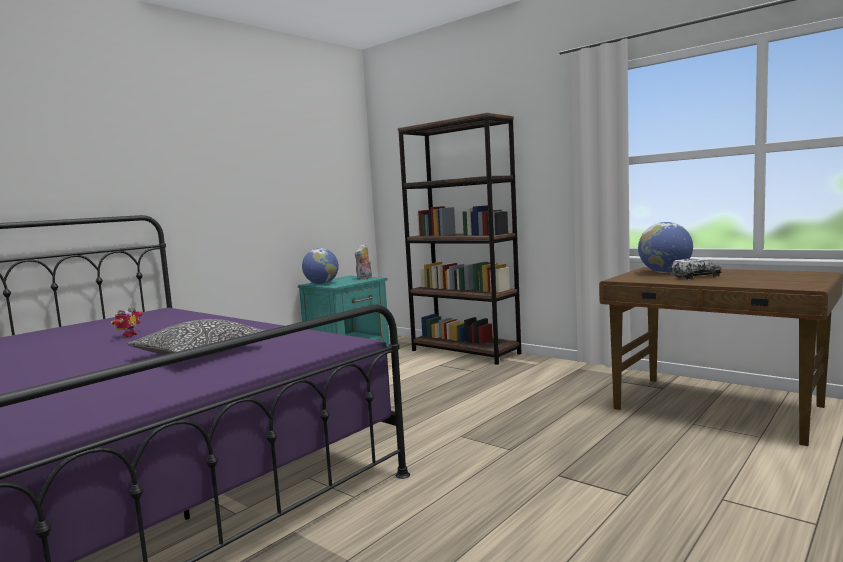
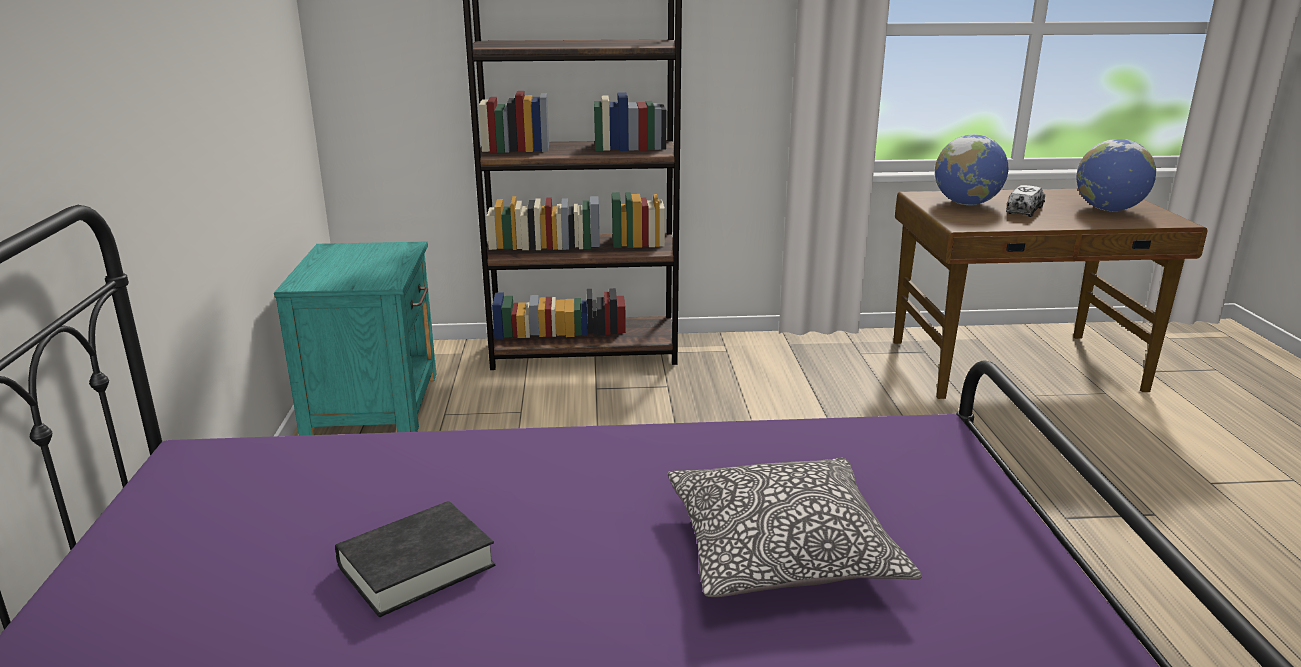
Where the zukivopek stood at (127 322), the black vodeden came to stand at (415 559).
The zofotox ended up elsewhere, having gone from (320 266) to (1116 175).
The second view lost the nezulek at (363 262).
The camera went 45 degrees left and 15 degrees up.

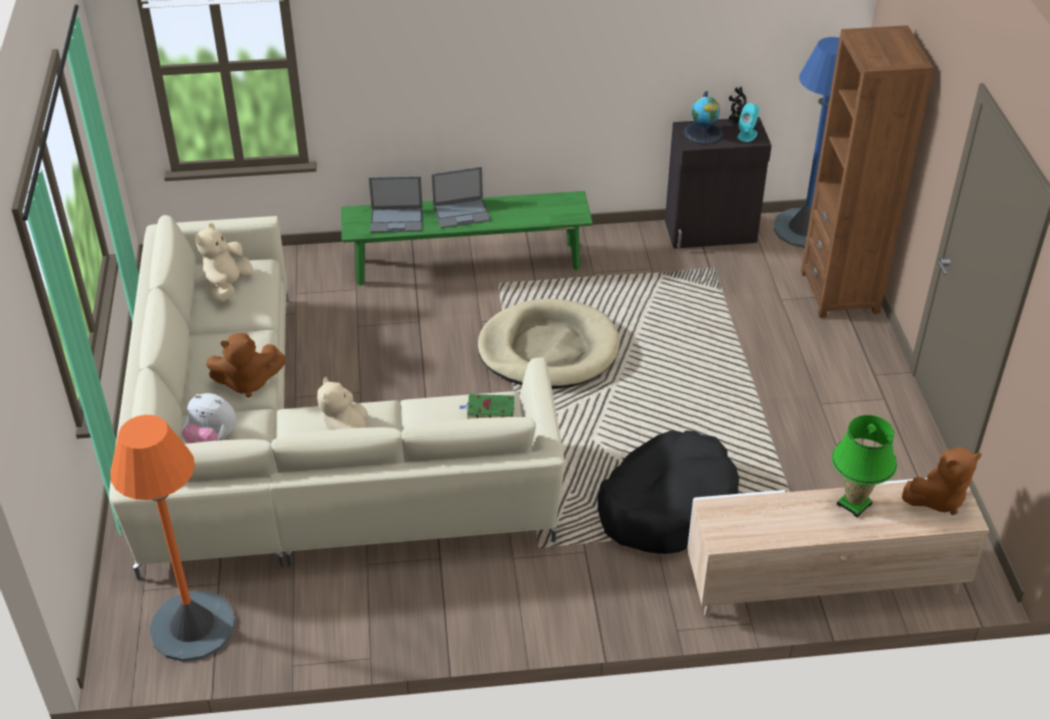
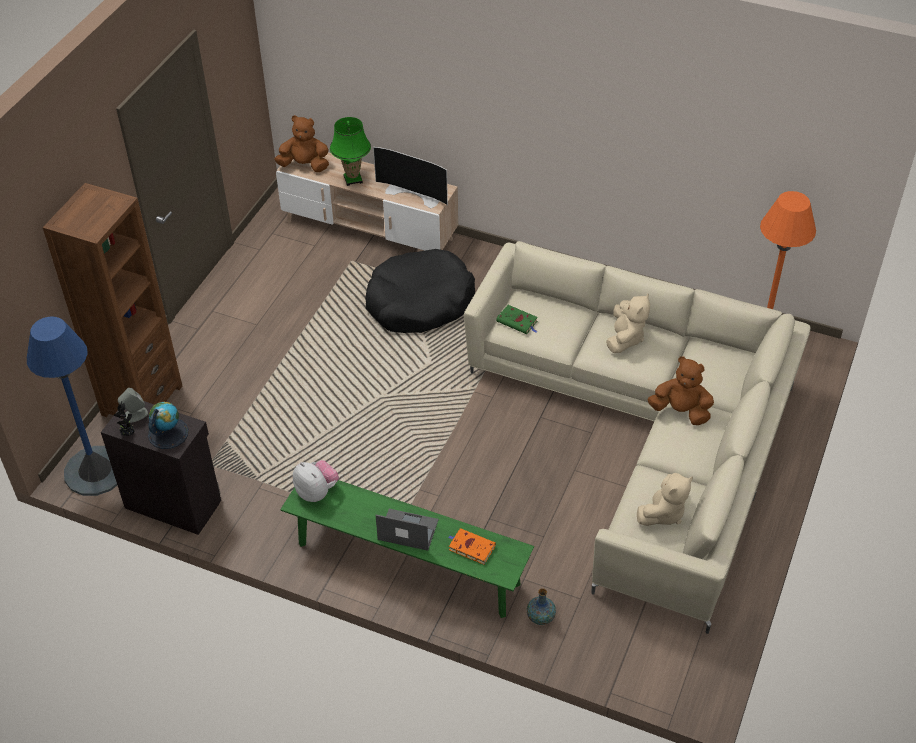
What was the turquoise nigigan at (748 122) turned into the grey nigigan at (133 405).
The nezulek ended up elsewhere, having gone from (209 418) to (316 481).
The second view gained the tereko at (410 177).
Where the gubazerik stood at (396 204), the orange vodeden came to stand at (472 546).
The second view gained the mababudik at (541 606).
The second view lost the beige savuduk at (549 344).
The camera went 150 degrees left and 5 degrees up.

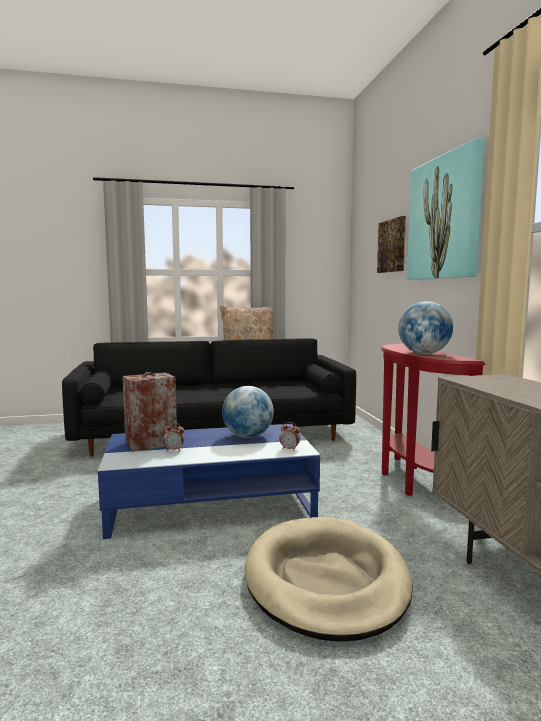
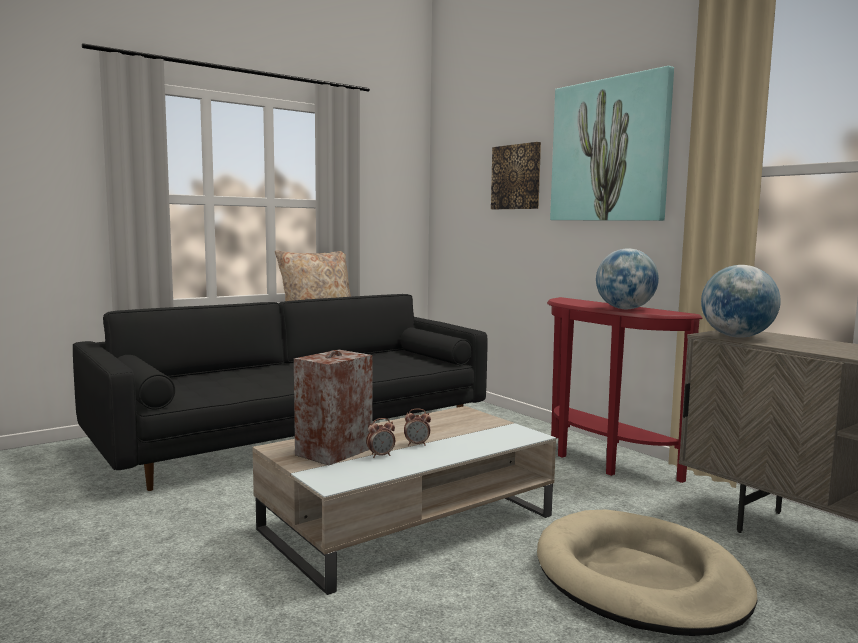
What was the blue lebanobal at (209 481) turned into the beige lebanobal at (404 500).
The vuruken ended up elsewhere, having gone from (289 436) to (417 427).
The zofotox ended up elsewhere, having gone from (248 412) to (741 301).
The camera went 25 degrees left and 0 degrees up.

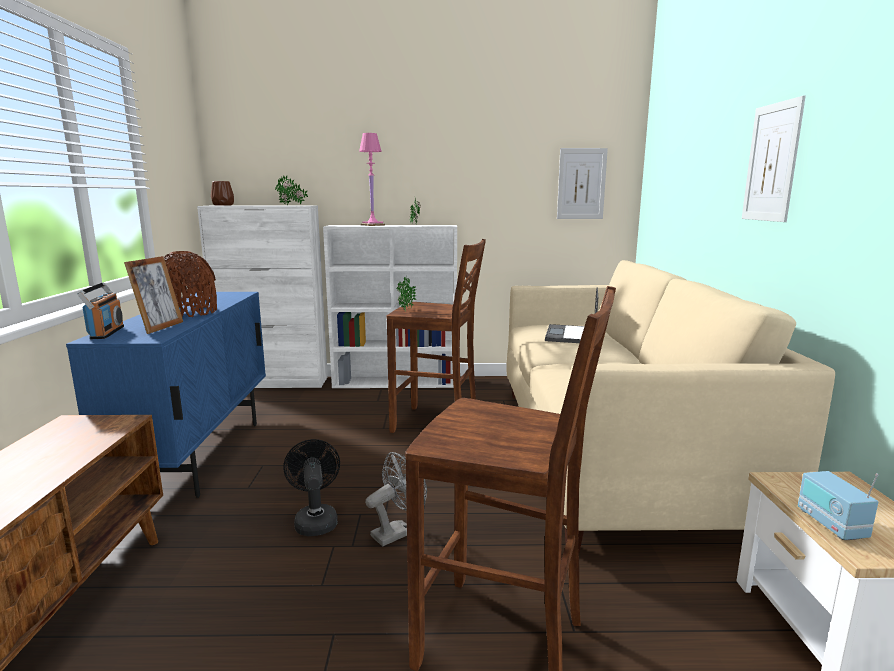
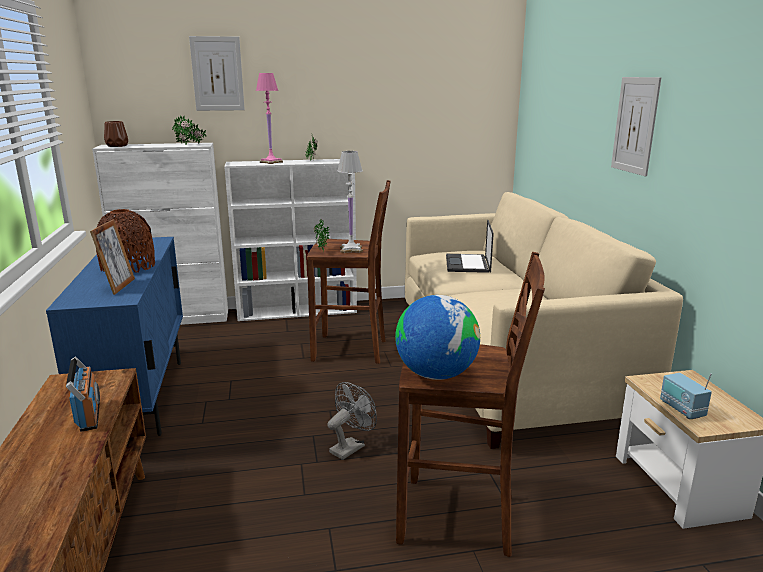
The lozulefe ended up elsewhere, having gone from (100 310) to (83 394).
The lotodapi ended up elsewhere, having gone from (582 183) to (217 73).
The second view gained the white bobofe at (350 202).
The second view gained the zofotox at (437 337).
The second view lost the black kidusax at (311 487).
The camera went 10 degrees left and 5 degrees up.

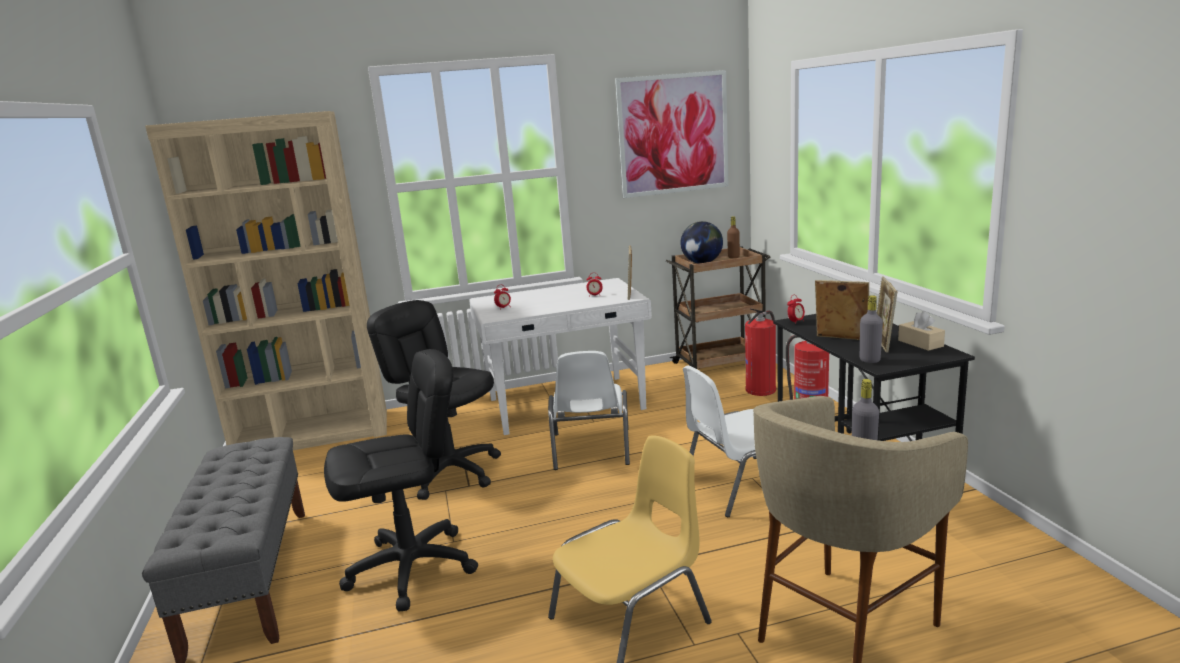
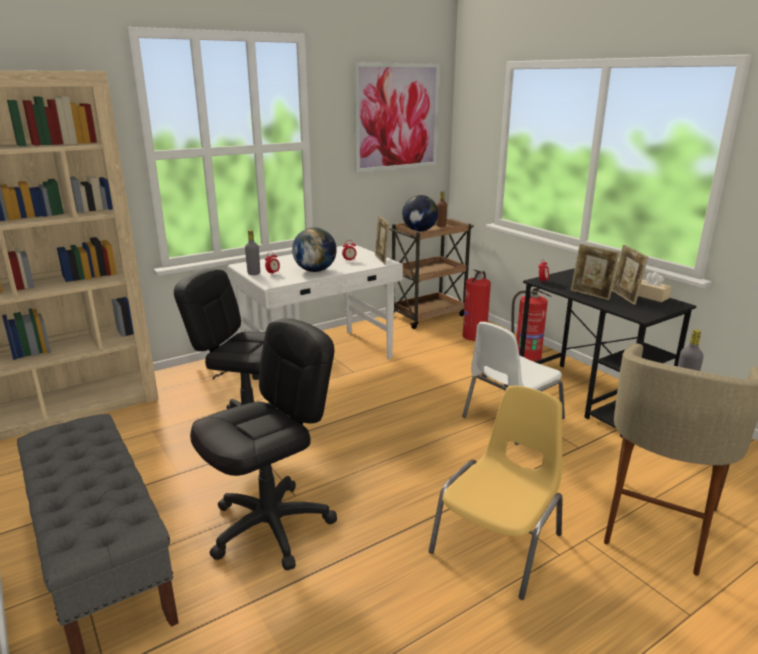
The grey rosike ended up elsewhere, having gone from (871 329) to (252 252).
The second view gained the zofotox at (314 249).
The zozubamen at (842 310) ended up facing another way, 150 degrees counterclockwise from before.
The second view lost the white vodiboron at (589 410).
The camera went 20 degrees left and 5 degrees up.

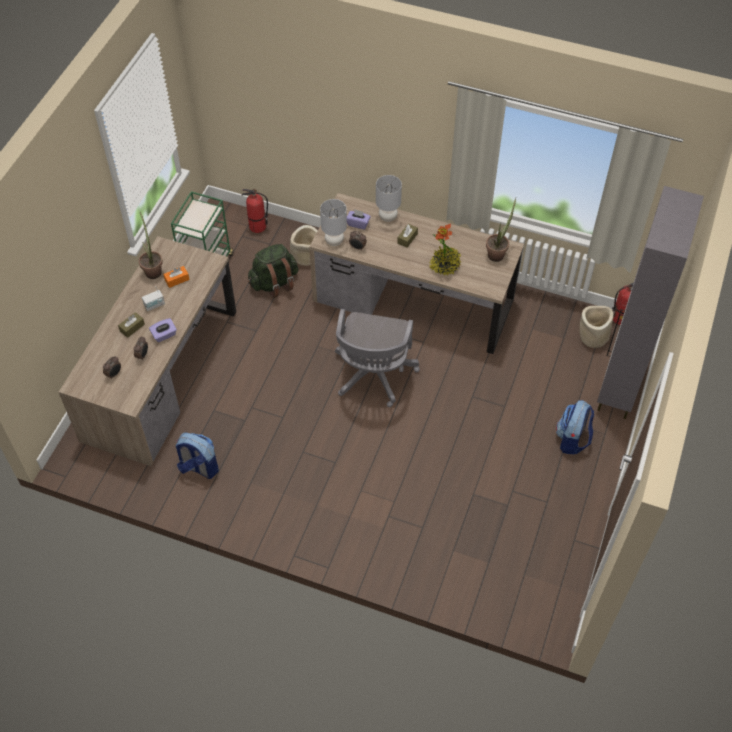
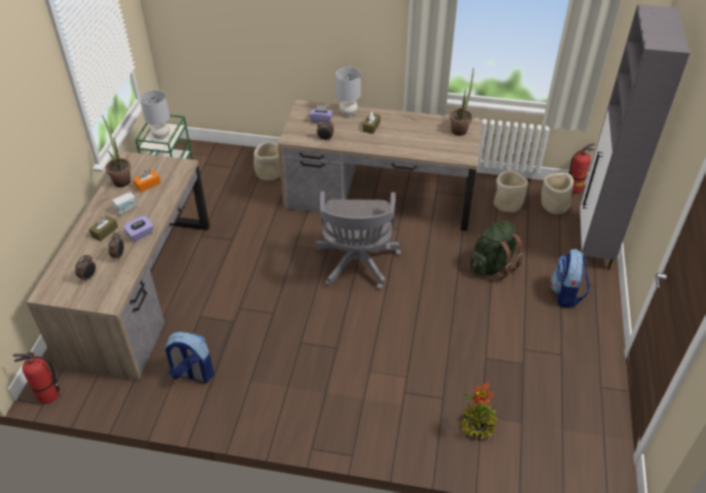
The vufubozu ended up elsewhere, having gone from (255 211) to (36 378).
The grey bobofe ended up elsewhere, having gone from (333 222) to (155 114).
The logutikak ended up elsewhere, having gone from (445 249) to (479 410).
The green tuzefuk ended up elsewhere, having gone from (273 271) to (496 250).
The second view gained the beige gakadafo at (511 191).
The camera went 10 degrees left and 10 degrees down.

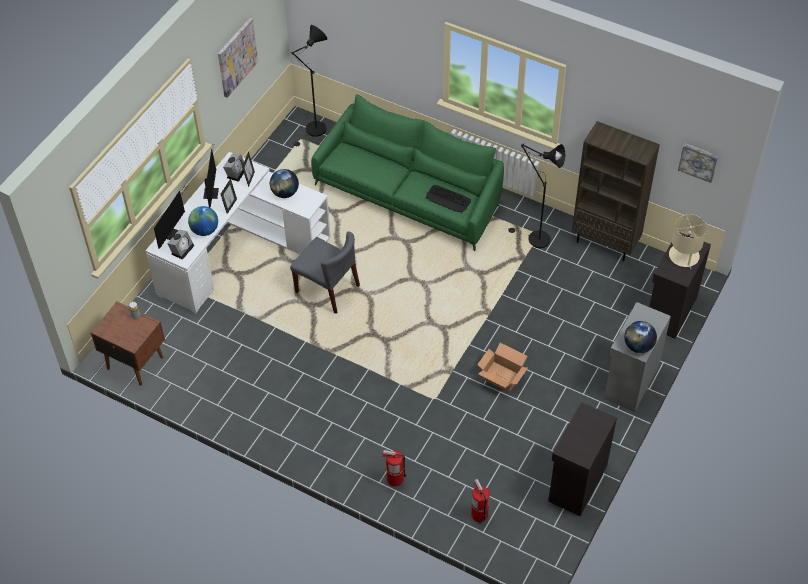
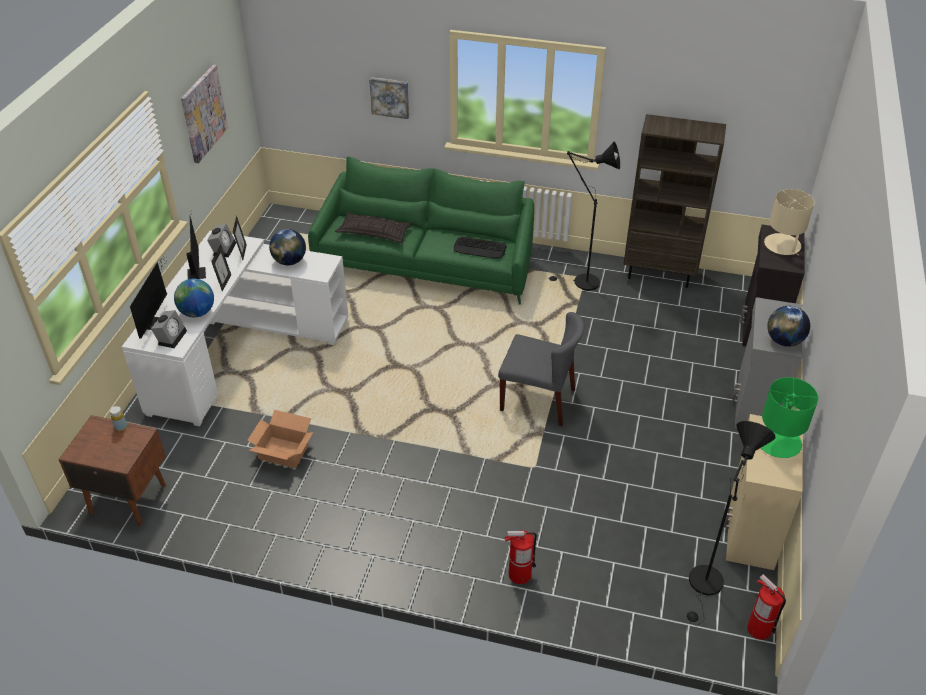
The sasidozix ended up elsewhere, having gone from (502 367) to (280 439).
The second view gained the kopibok at (373 227).
The lotodapi ended up elsewhere, having gone from (698 163) to (389 98).
The grey vodiboron ended up elsewhere, having gone from (325 273) to (541 369).
The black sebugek ended up elsewhere, having gone from (309 85) to (731 523).
What was the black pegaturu at (582 459) turned into the beige pegaturu at (763 492).
The vufubozu ended up elsewhere, having gone from (480 500) to (766 607).
The second view gained the green bobofe at (789 417).
The camera went 15 degrees left and 10 degrees down.

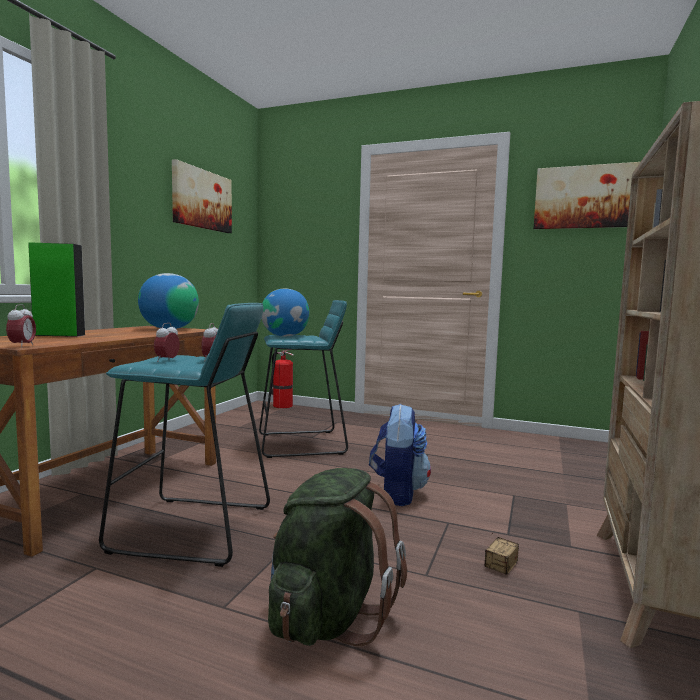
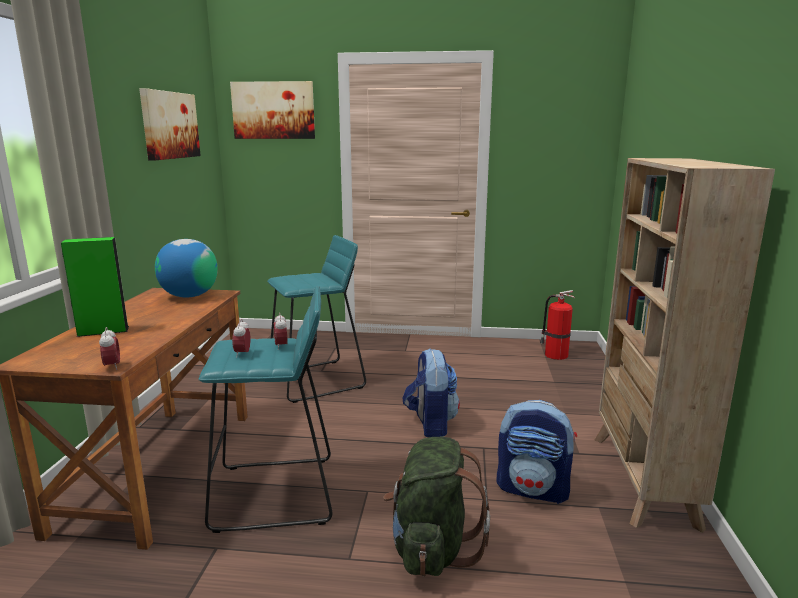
The lotodapi ended up elsewhere, having gone from (587 195) to (272 110).
Where the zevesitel stood at (501 554), the tuzefuk came to stand at (536 452).
The vufubozu ended up elsewhere, having gone from (282 378) to (557 325).
The second view lost the zofotox at (285 313).
The camera went 15 degrees left and 10 degrees up.

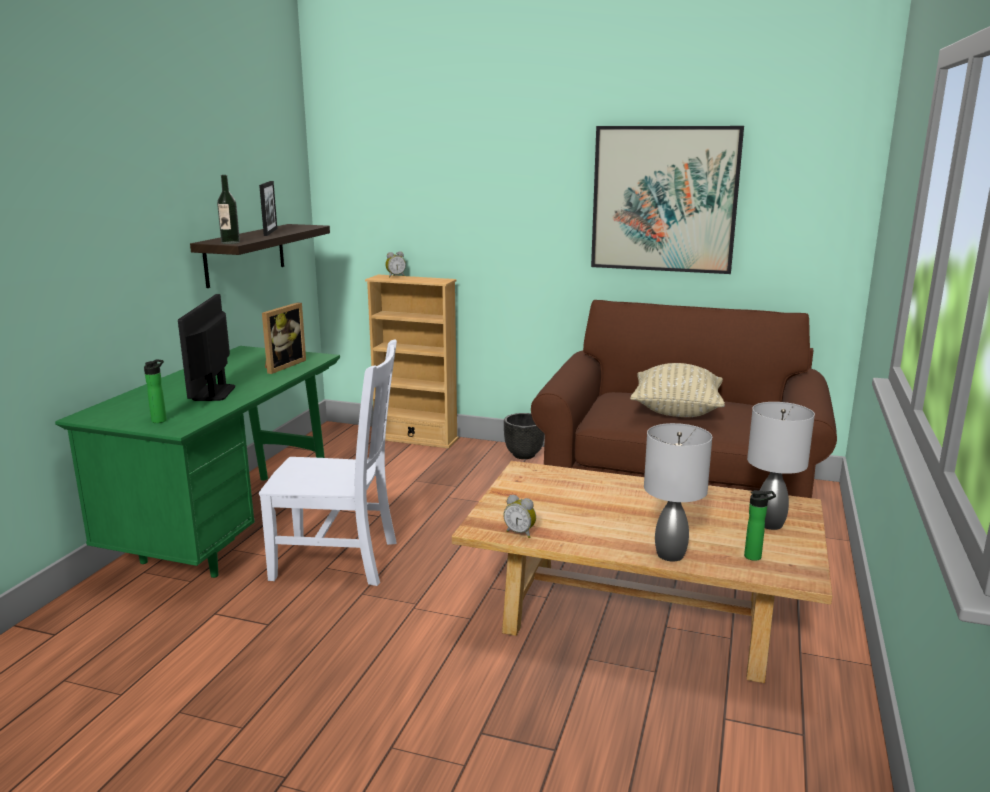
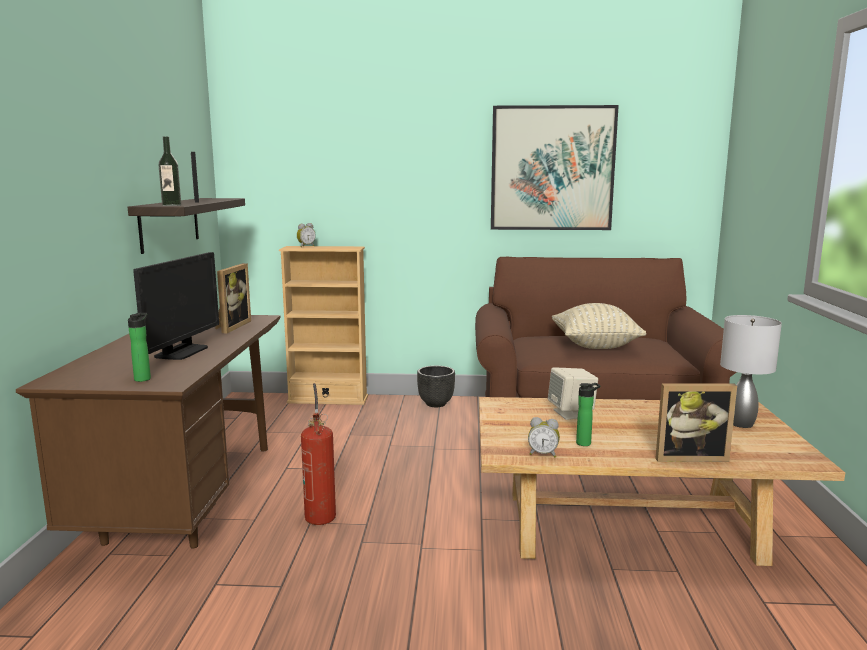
What was the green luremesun at (197 462) turned into the brown luremesun at (148 432).
The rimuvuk at (206 347) ended up facing another way, 150 degrees counterclockwise from before.
Where the white vodiboron stood at (328 462), the vufubozu came to stand at (318 454).
The second view gained the beige nigigan at (573 394).
The rosike ended up elsewhere, having gone from (760 525) to (588 414).
Where the grey bobofe stood at (678 492), the zozubamen came to stand at (696 422).
The camera went 15 degrees left and 5 degrees down.

